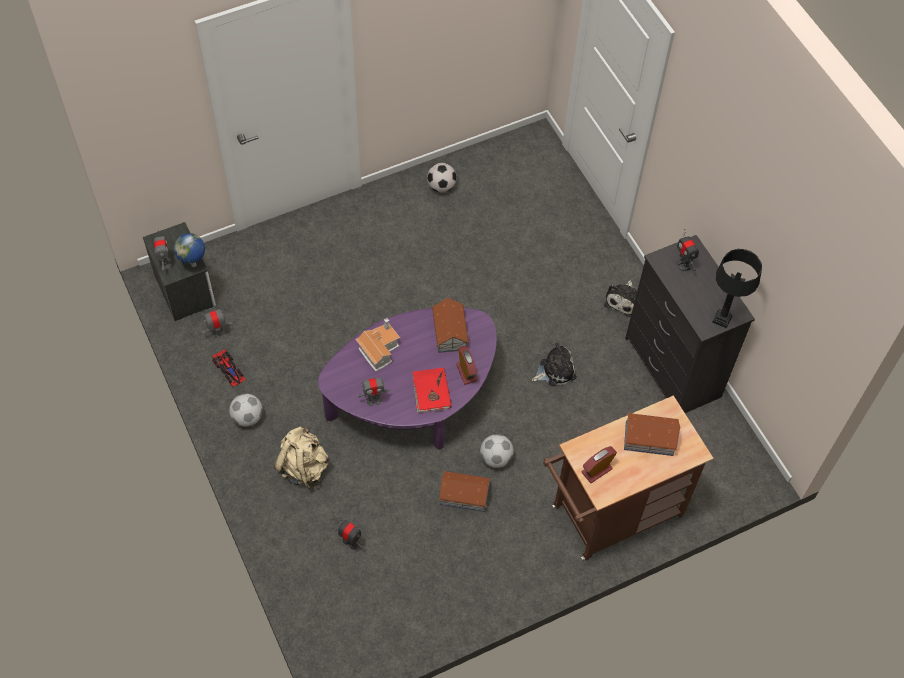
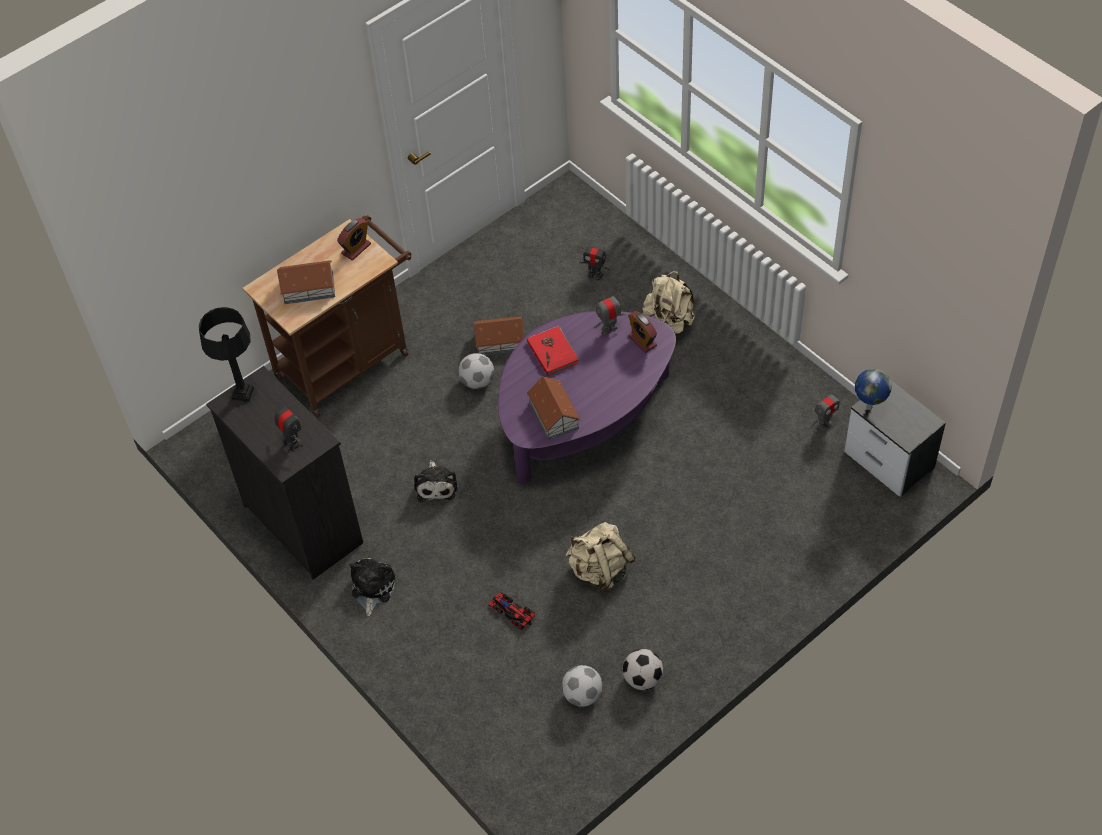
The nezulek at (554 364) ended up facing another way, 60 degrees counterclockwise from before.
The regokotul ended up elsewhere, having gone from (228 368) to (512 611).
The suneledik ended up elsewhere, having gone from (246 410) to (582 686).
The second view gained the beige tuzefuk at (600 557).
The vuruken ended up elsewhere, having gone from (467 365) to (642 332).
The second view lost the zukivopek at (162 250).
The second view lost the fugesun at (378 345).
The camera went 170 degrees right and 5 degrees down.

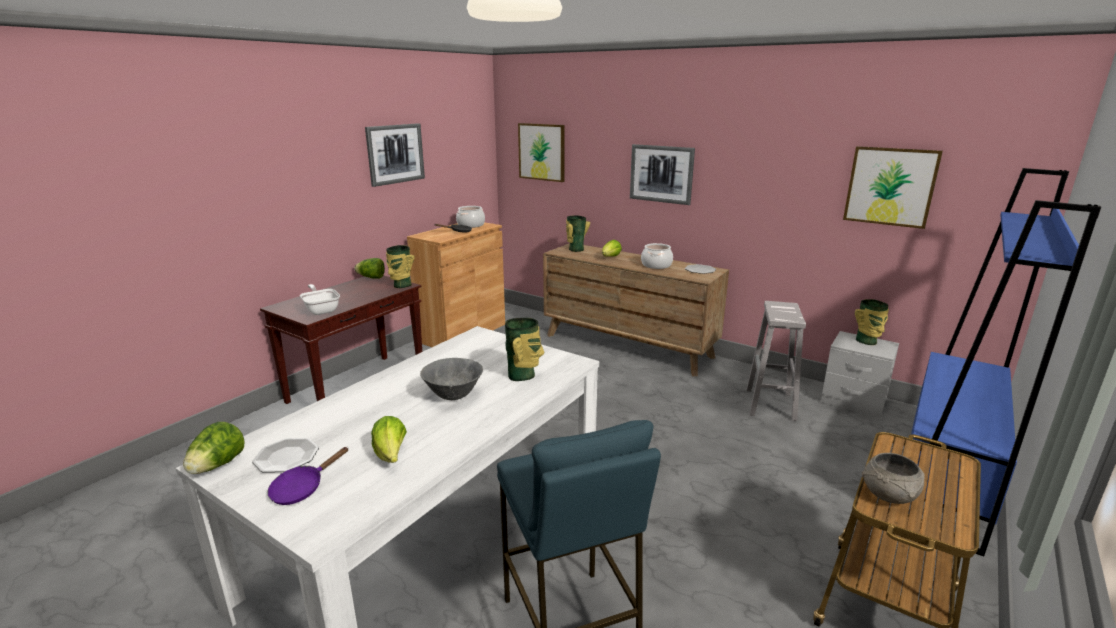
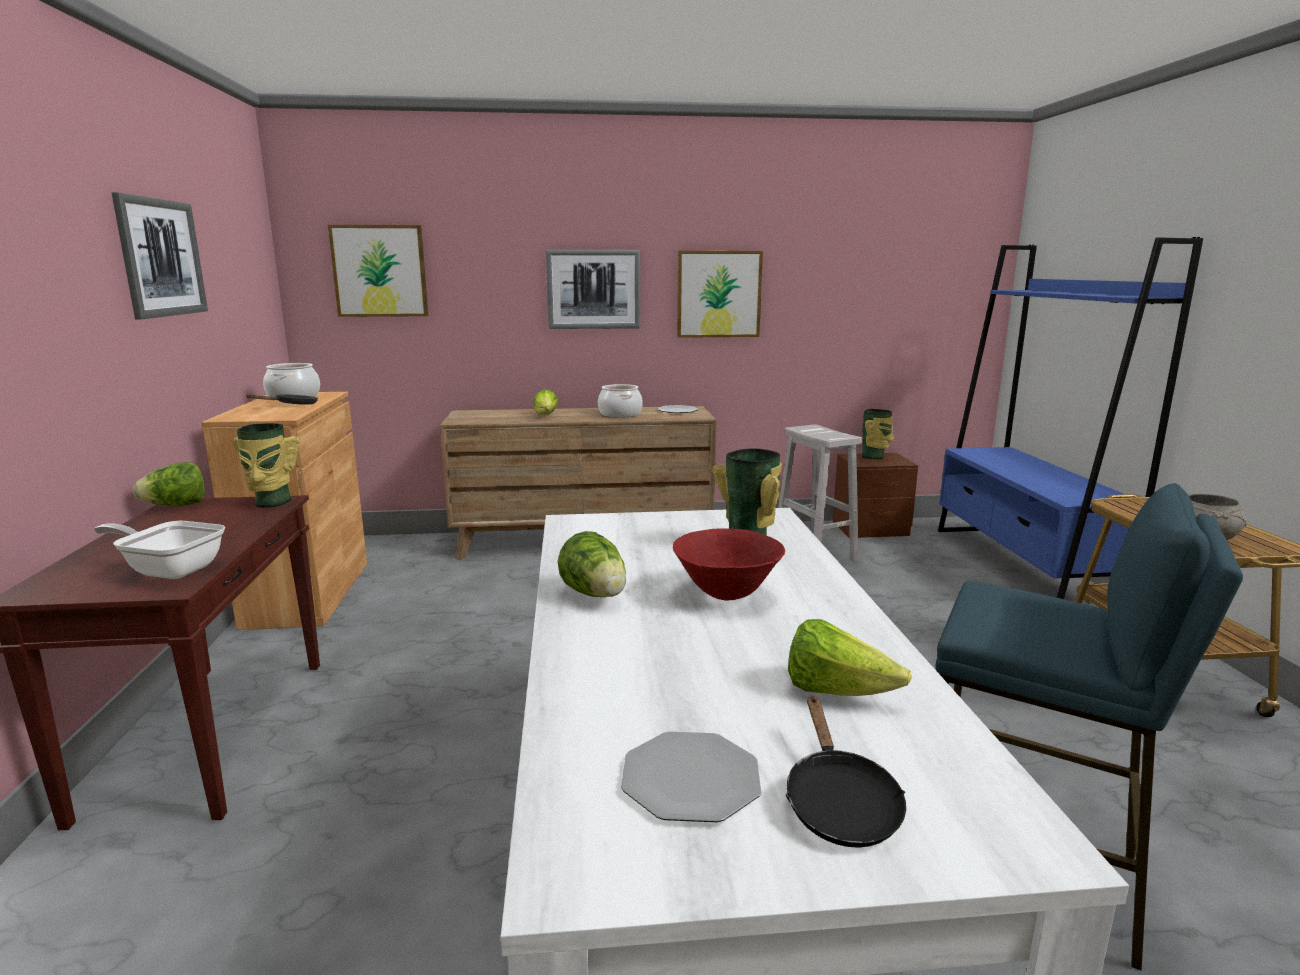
The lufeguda ended up elsewhere, having gone from (213 448) to (592 564).
What was the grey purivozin at (451 379) turned into the red purivozin at (729 564).
The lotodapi ended up elsewhere, having gone from (893 187) to (720 294).
What was the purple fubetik at (308 476) turned into the black fubetik at (846 771).
What was the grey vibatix at (860 374) turned into the brown vibatix at (875 495).
The second view lost the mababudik at (578 233).
The camera went 40 degrees left and 5 degrees down.

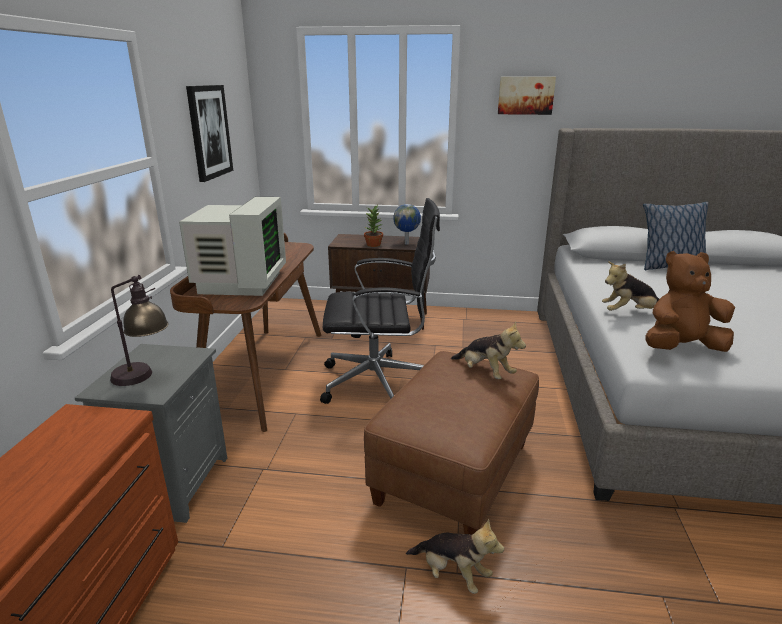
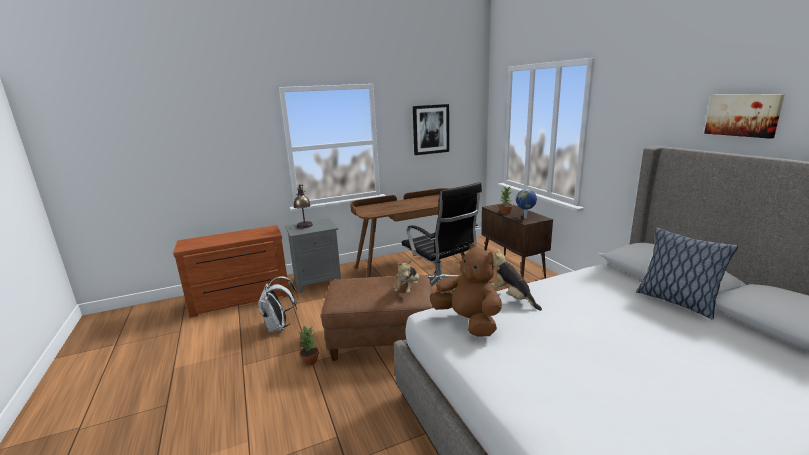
The second view gained the white tuzefuk at (278 304).
Where the nezulek stood at (455 556), the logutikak came to stand at (309 345).
The lotodapi ended up elsewhere, having gone from (527 96) to (744 116).
The second view lost the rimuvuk at (232 246).
The camera went 60 degrees right and 5 degrees down.

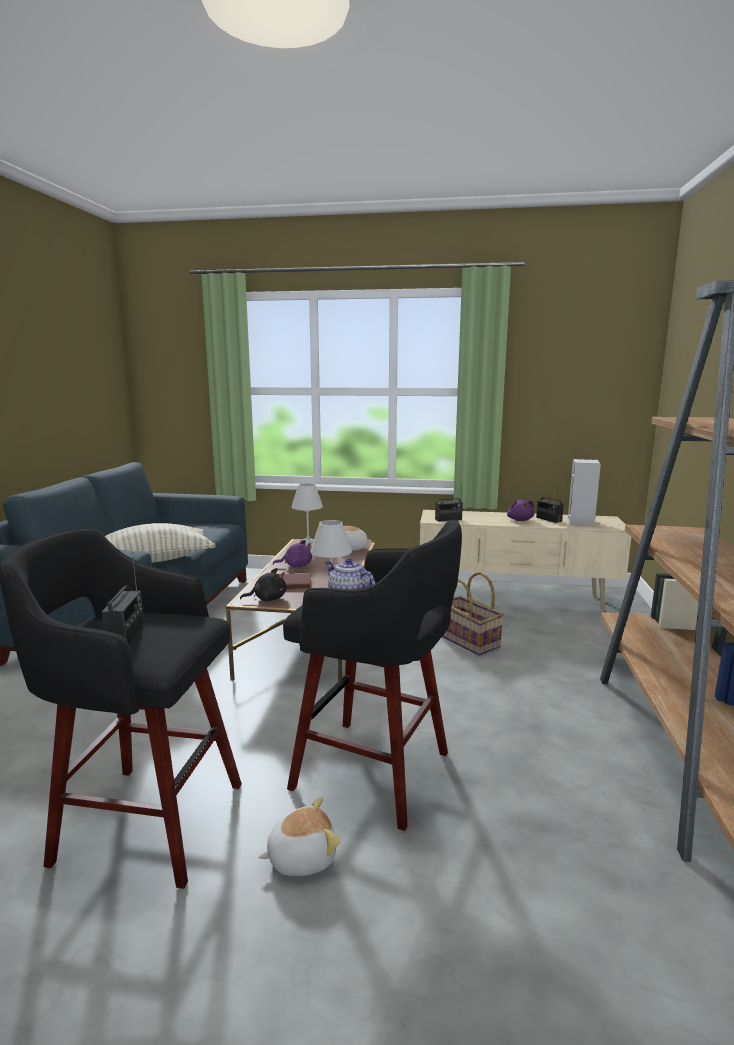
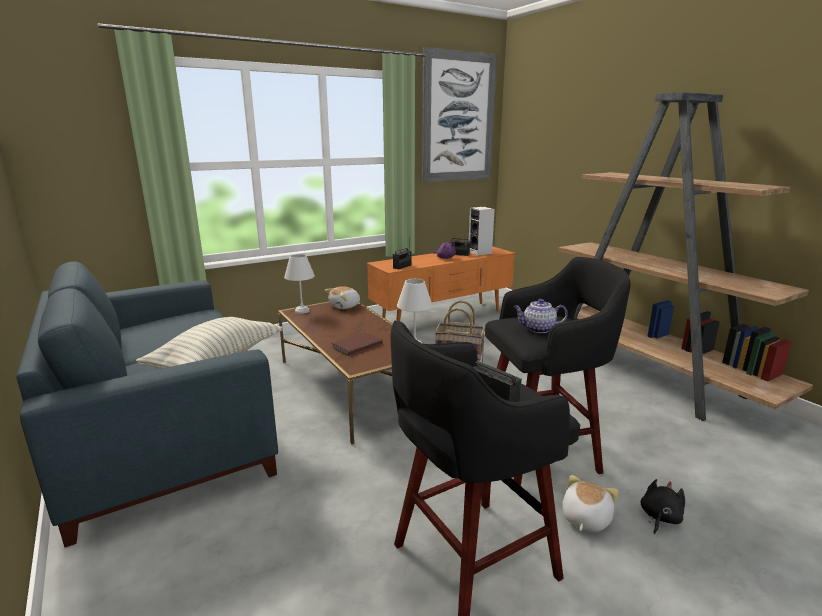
What was the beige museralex at (525 560) turned into the orange museralex at (441 283).
The second view gained the lotodapi at (459 114).
The black nezulek ended up elsewhere, having gone from (263 584) to (662 506).
The second view lost the purple nezulek at (292 553).
The camera went 40 degrees left and 5 degrees up.

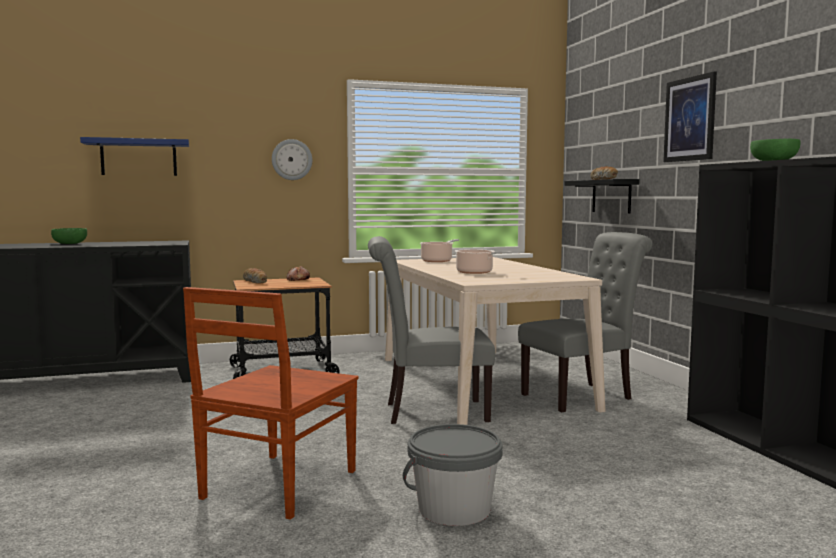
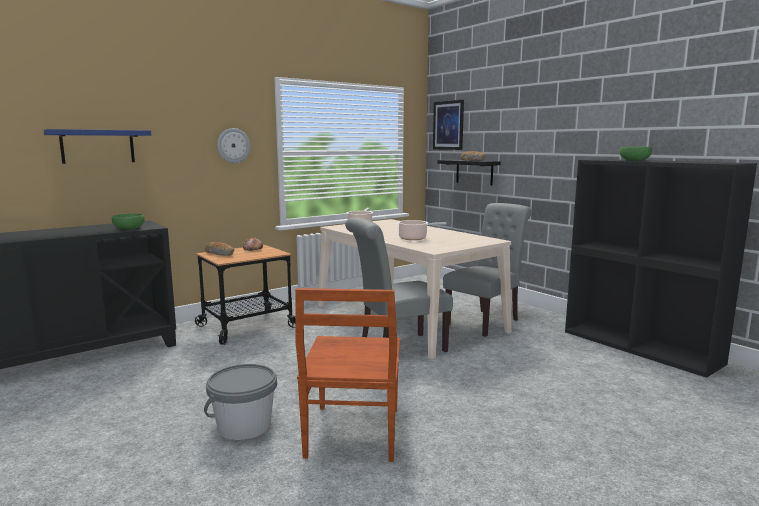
The green purivozin ended up elsewhere, having gone from (69 236) to (128 221).
The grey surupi ended up elsewhere, having gone from (453 475) to (240 402).
The lotodapi ended up elsewhere, having gone from (690 116) to (448 125).
The camera went 20 degrees left and 5 degrees up.

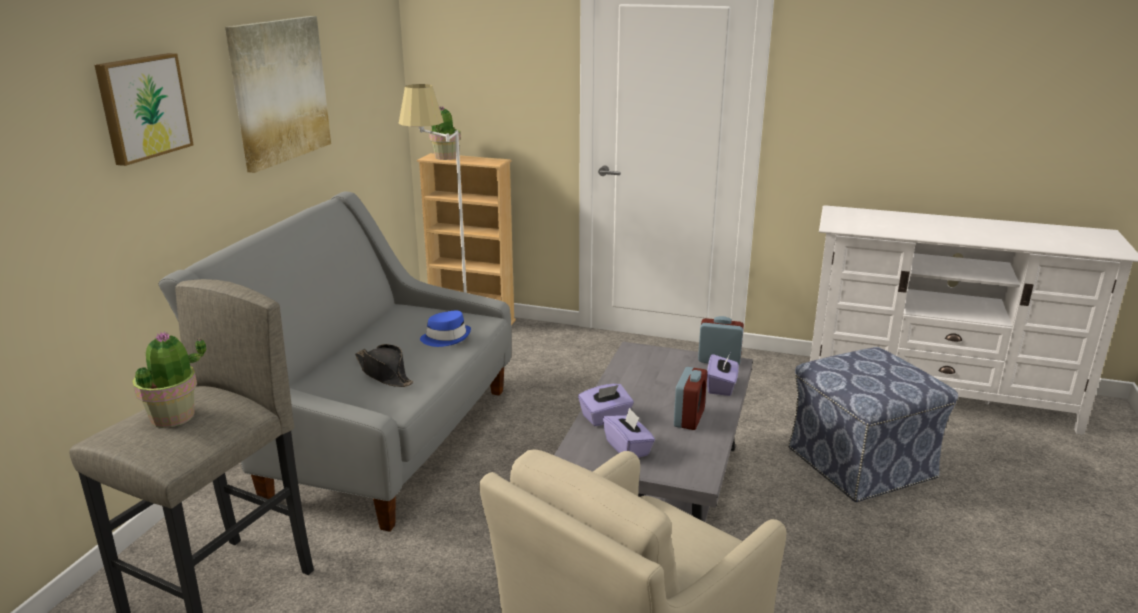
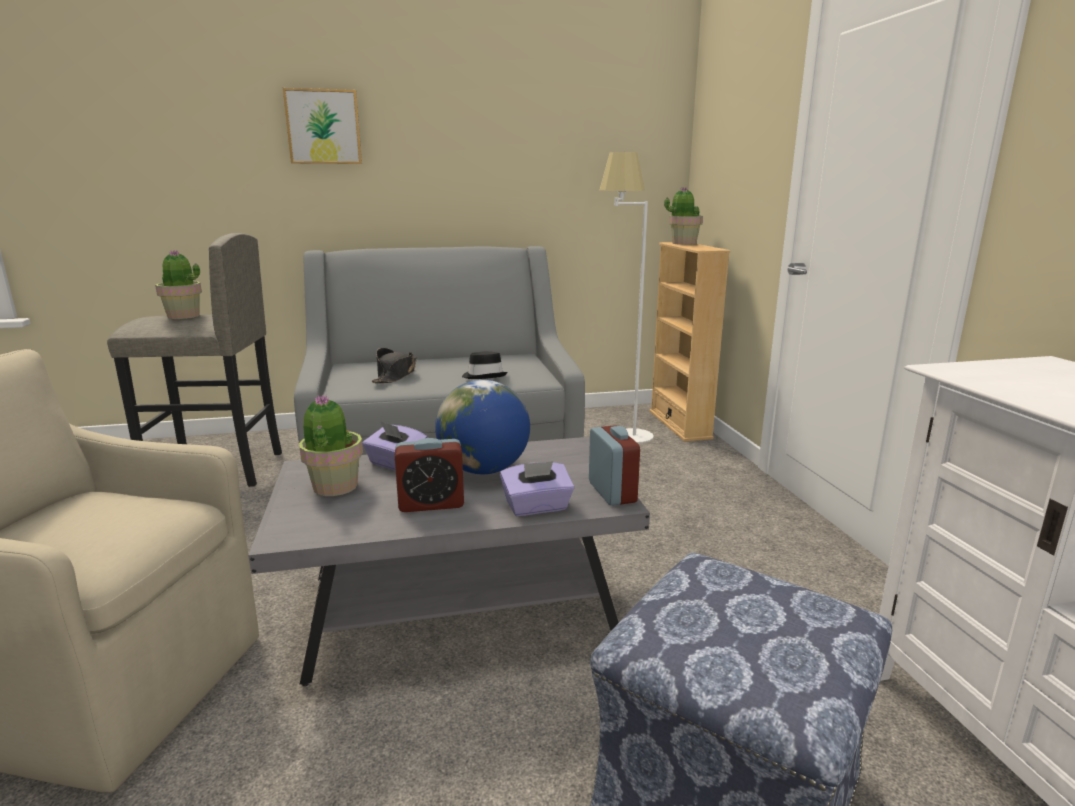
Where the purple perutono stood at (629 432), the logutikak came to stand at (331 445).
The second view gained the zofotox at (482 427).
What was the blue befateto at (445 328) turned into the black befateto at (485 365).
The second view lost the lotodapi at (278 94).
The camera went 60 degrees right and 5 degrees down.

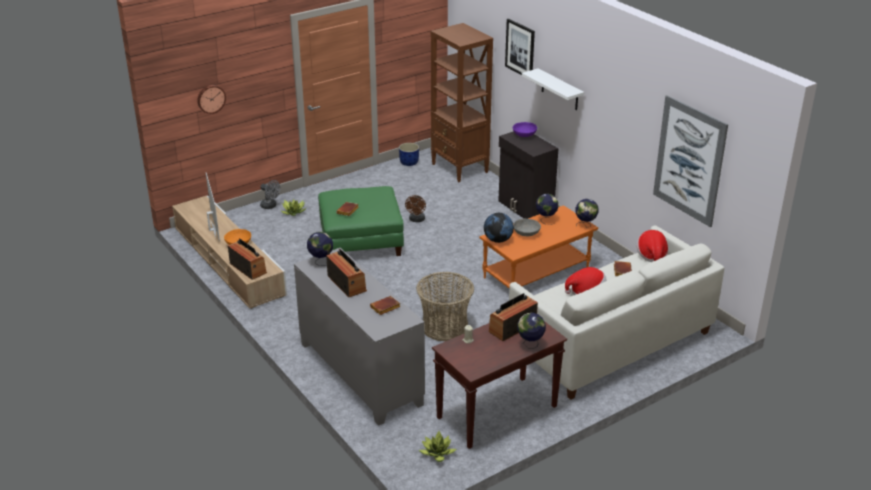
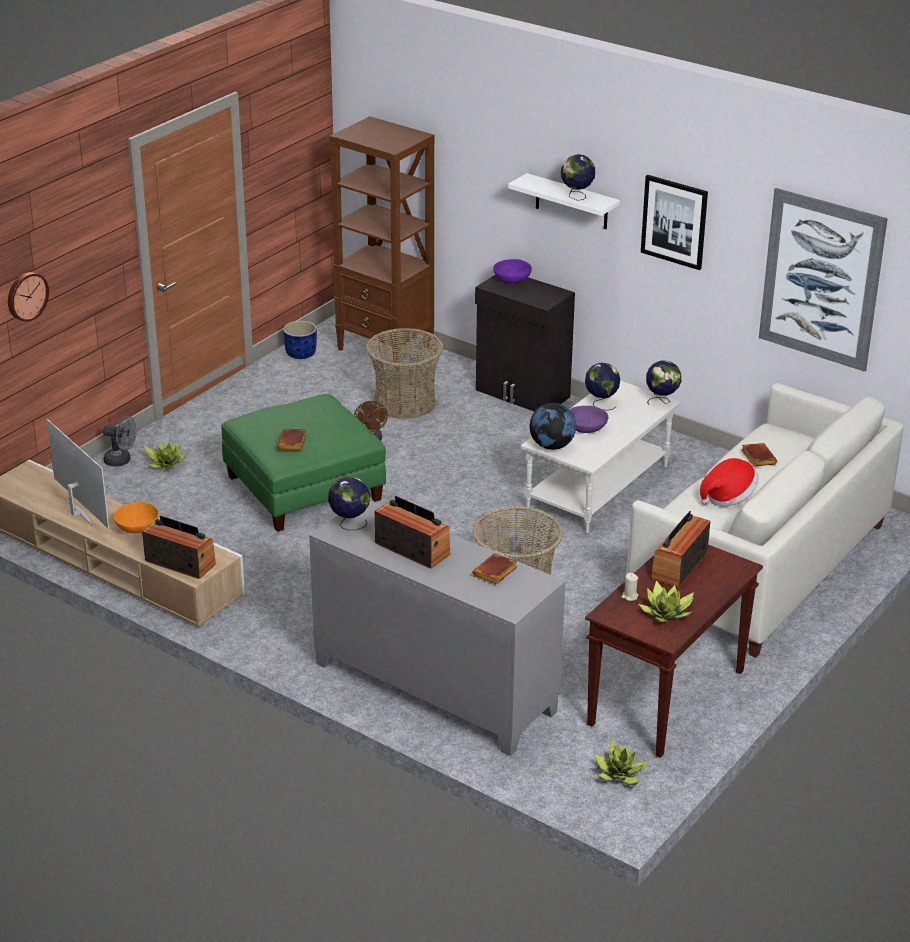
The second view gained the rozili at (405 373).
What was the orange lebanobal at (539 246) turned into the white lebanobal at (601 457).
The zofotox ended up elsewhere, having gone from (531 331) to (578 177).
What was the grey purivozin at (527 227) turned into the purple purivozin at (588 419).
The second view gained the logutikak at (666 601).
The lotodapi ended up elsewhere, having gone from (520 47) to (674 222).
The second view lost the befateto at (652 246).
The camera went 20 degrees left and 0 degrees up.

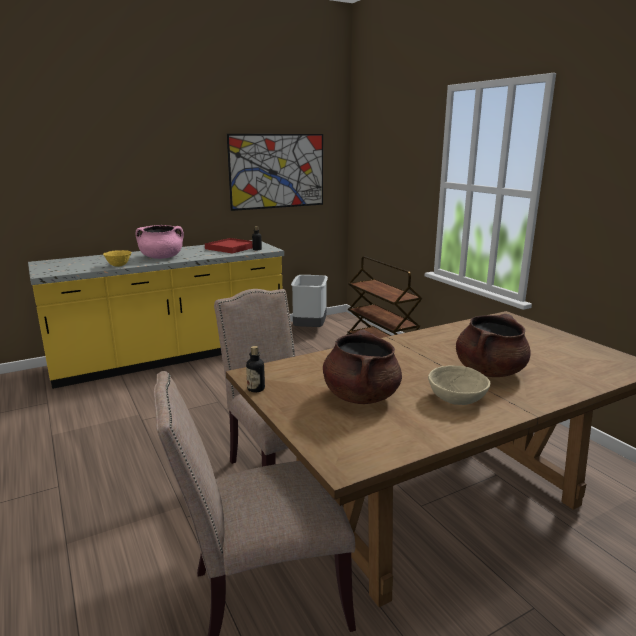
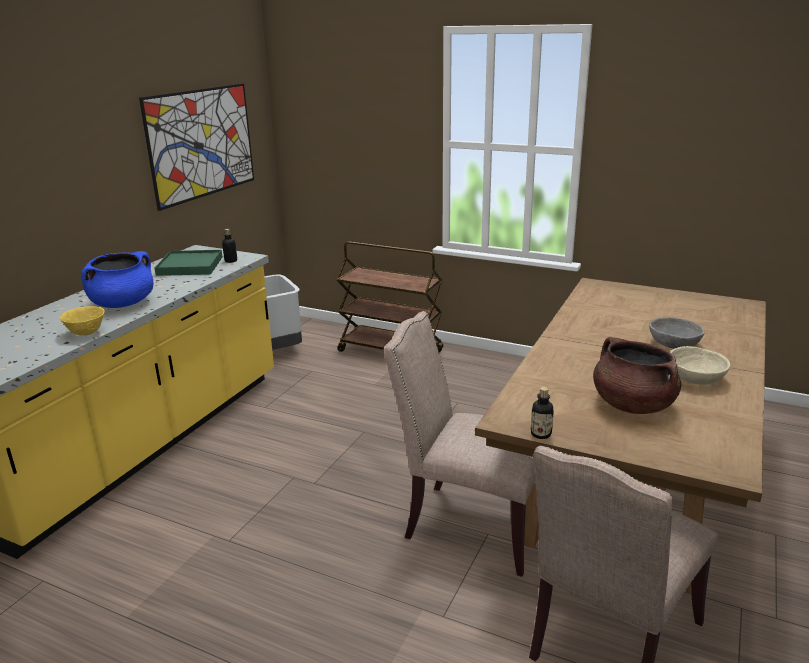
What was the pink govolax at (160 242) turned into the blue govolax at (117 279).
What was the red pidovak at (229 245) turned into the green pidovak at (188 263).
Where the brown govolax stood at (493 345), the grey purivozin came to stand at (677 333).
The camera went 35 degrees left and 5 degrees up.

